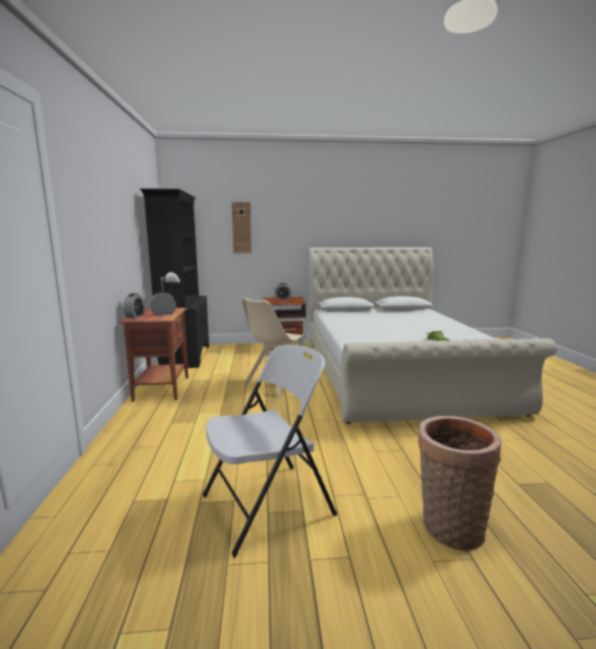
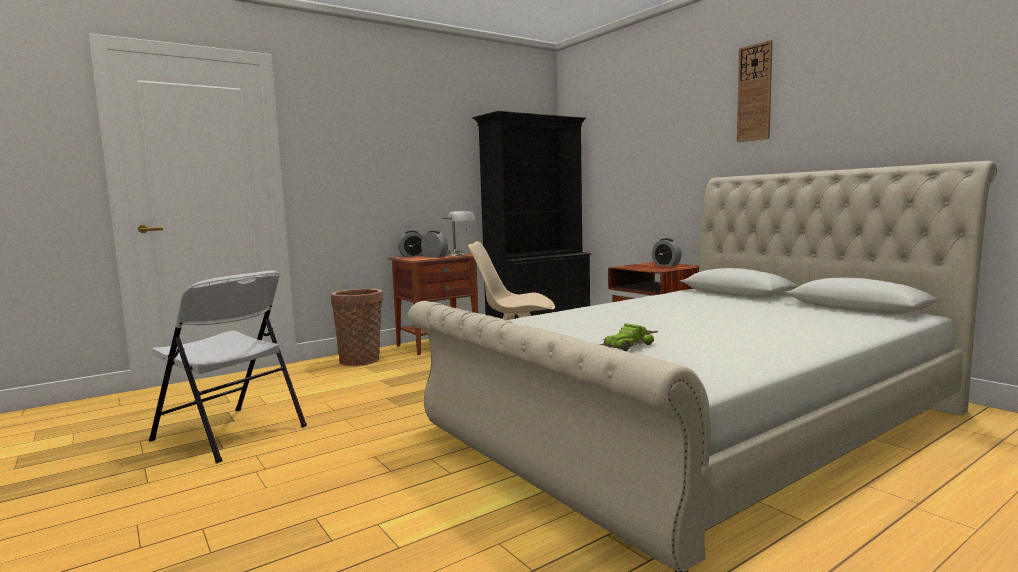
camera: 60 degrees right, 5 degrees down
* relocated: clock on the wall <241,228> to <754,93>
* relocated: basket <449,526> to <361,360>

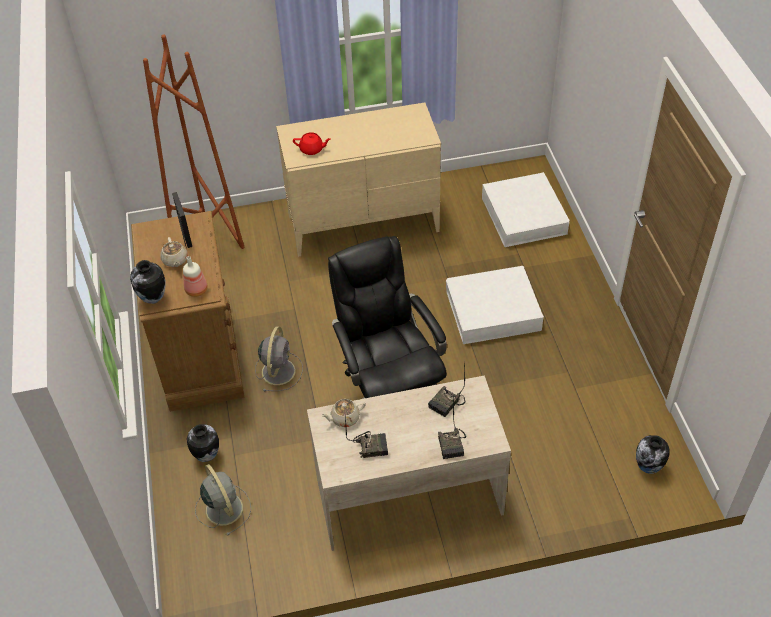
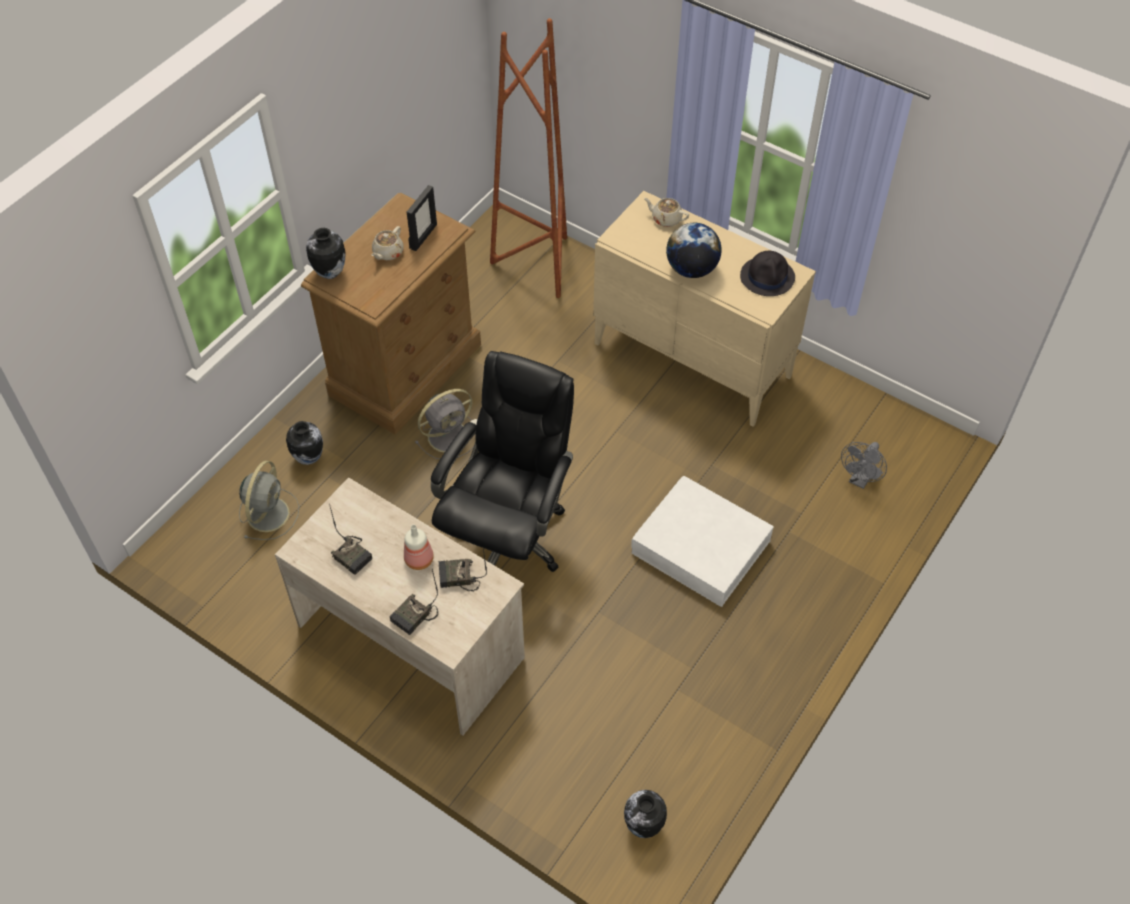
camera: 45 degrees right, 5 degrees up
* missing: tea pot (red) <312,149>
* appeared: world globe <691,269>
* appeared: hat (black) <767,277>
* relocated: bottle <196,289> to <420,559>
* relocated: tea pot (beige-coloured) <344,418> to <666,219>
* exchanged: storage bin (white) <524,215> to cooling fan (grey) <860,480>

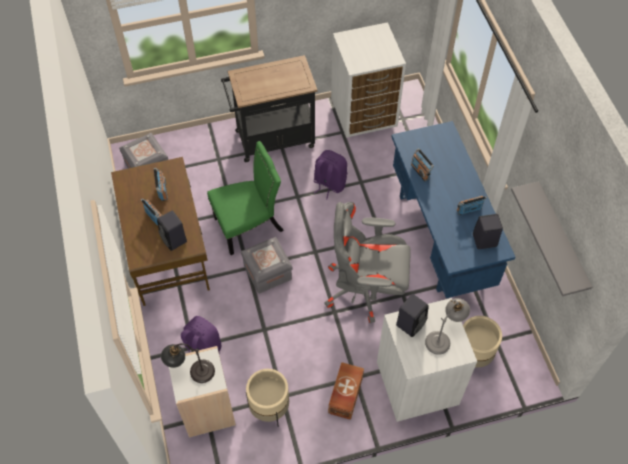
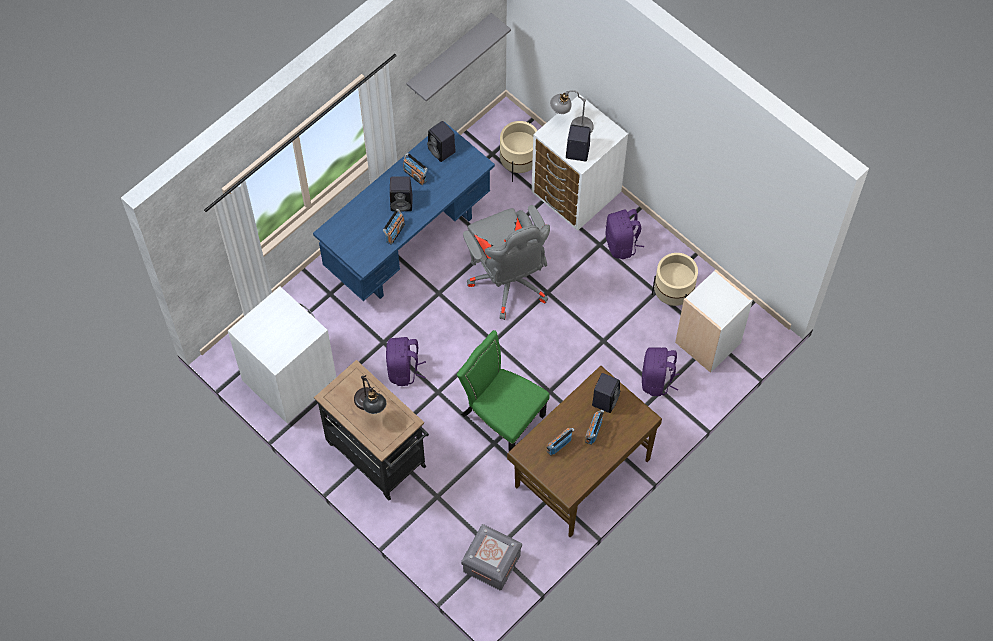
camera: 120 degrees left, 5 degrees up
* missing: storage bin (grey) <267,272>
* appeared: loudspeaker (black) <402,202>
* relocated: table lamp (grey) <191,371> to <371,407>
* exchanged: storage bin (brown-coloured) <344,395> to knapsack (purple-coloured) <621,244>

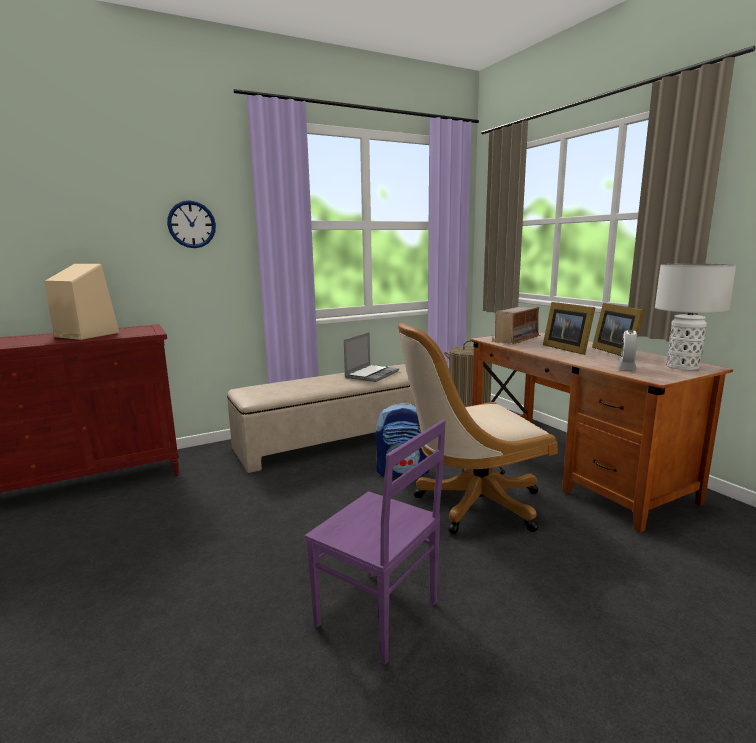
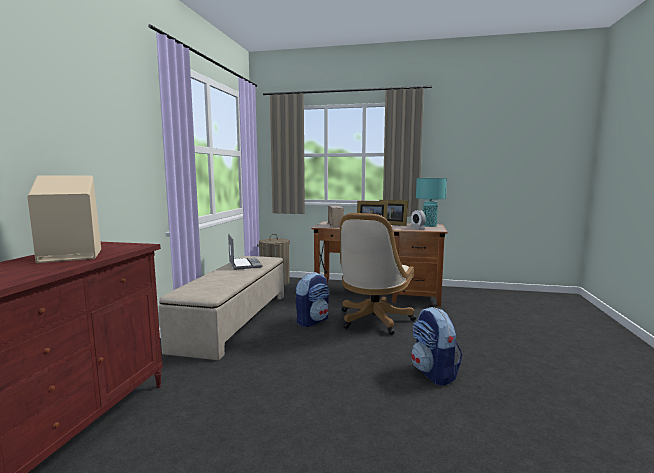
camera: 50 degrees left, 5 degrees down
* missing: clock on the wall <191,224>
* exchanged: upright chair (purple-coloured) <377,615> to knapsack <434,373>
* colour: table lamp (white) <683,366> to table lamp (turquoise) <429,225>

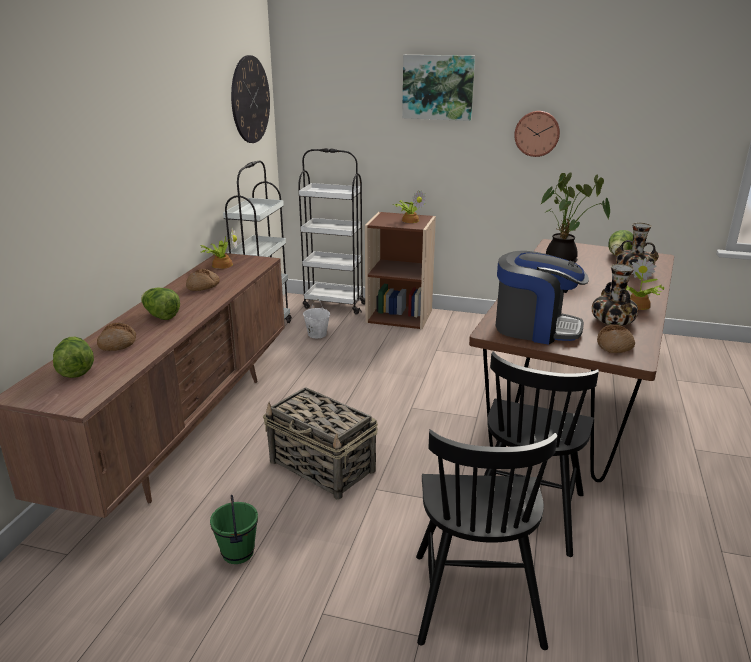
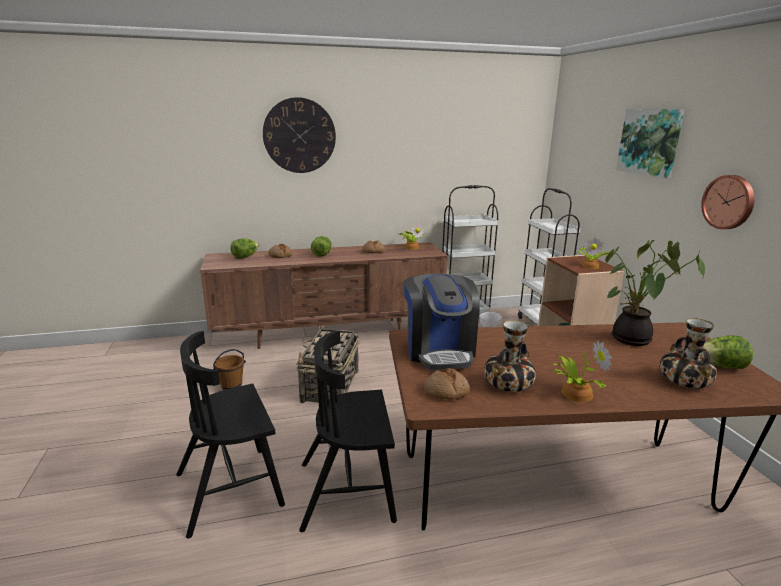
camera: 60 degrees right, 5 degrees down
* relocated: clock on the wall <250,100> to <299,136>
* colour: water bucket (green-coloured) <237,553> to water bucket (brown-coloured) <231,386>

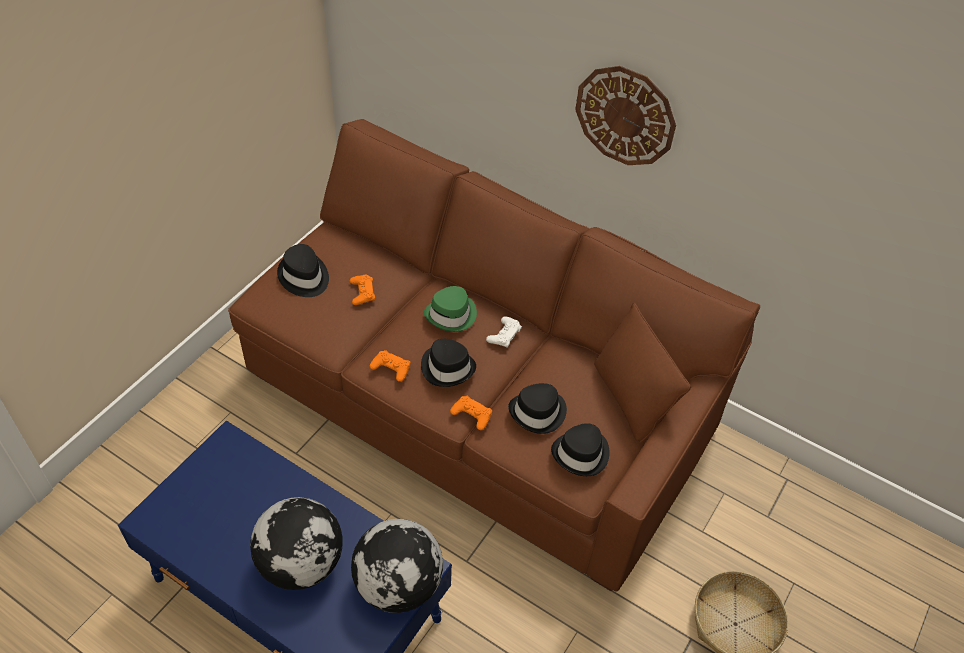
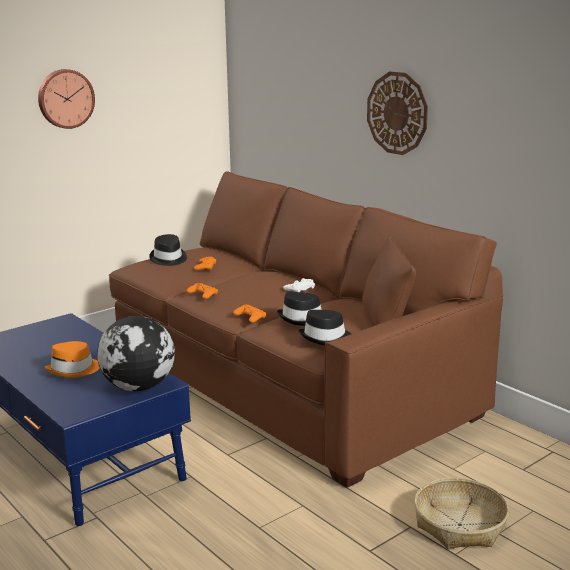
camera: 20 degrees right, 30 degrees down
* missing: hat (black) <447,367>
* missing: hat (green-coloured) <451,315>
* appeared: clock on the wall <65,98>
* exchanged: world globe <302,562> to hat (orange-coloured) <74,370>

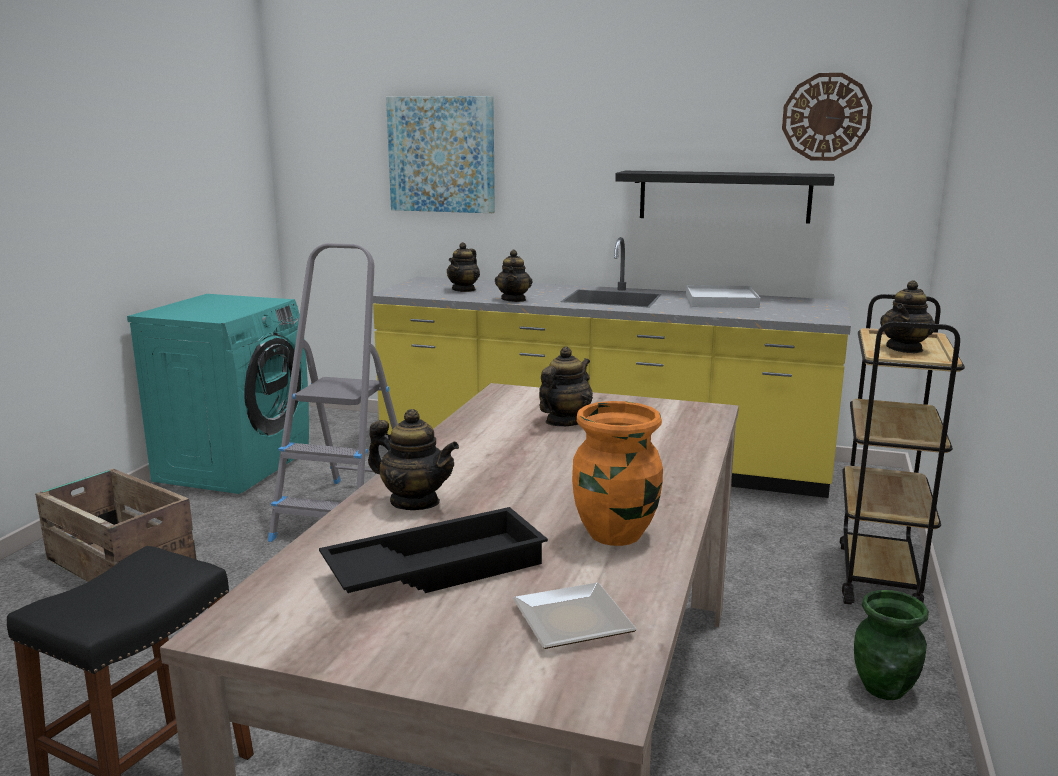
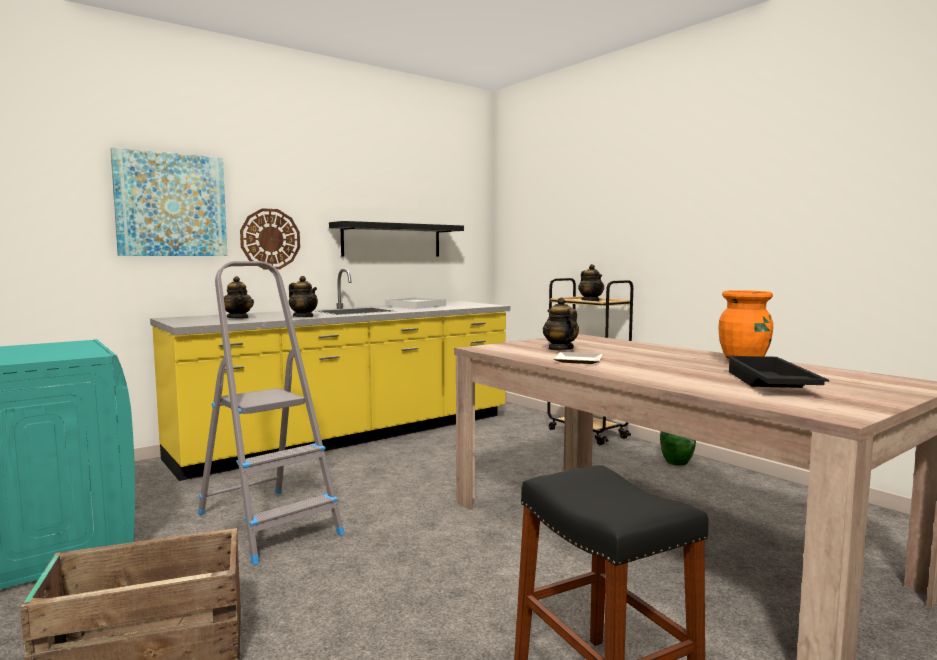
camera: 55 degrees left, 10 degrees down
* missing: tea pot <414,502>
* relocated: flat dish <568,620> to <576,361>
* relocated: clock on the wall <826,117> to <270,239>

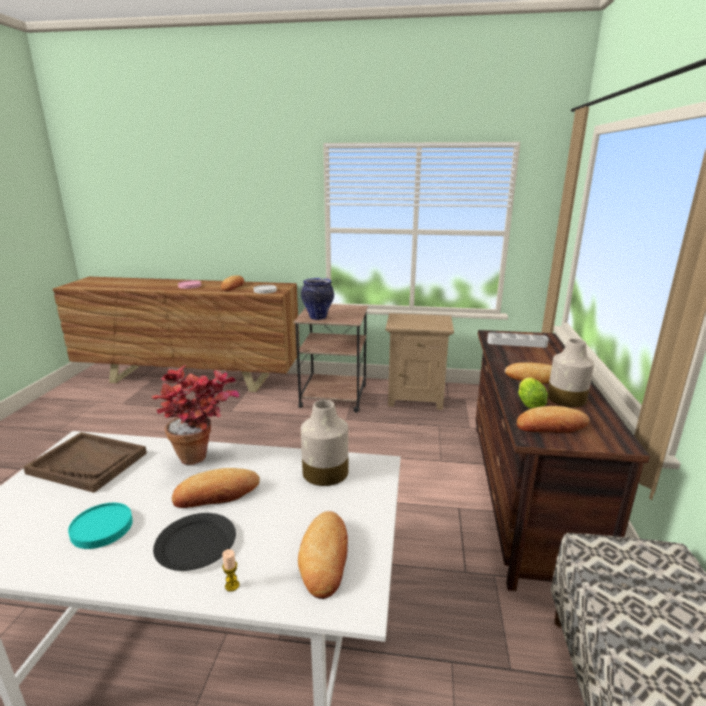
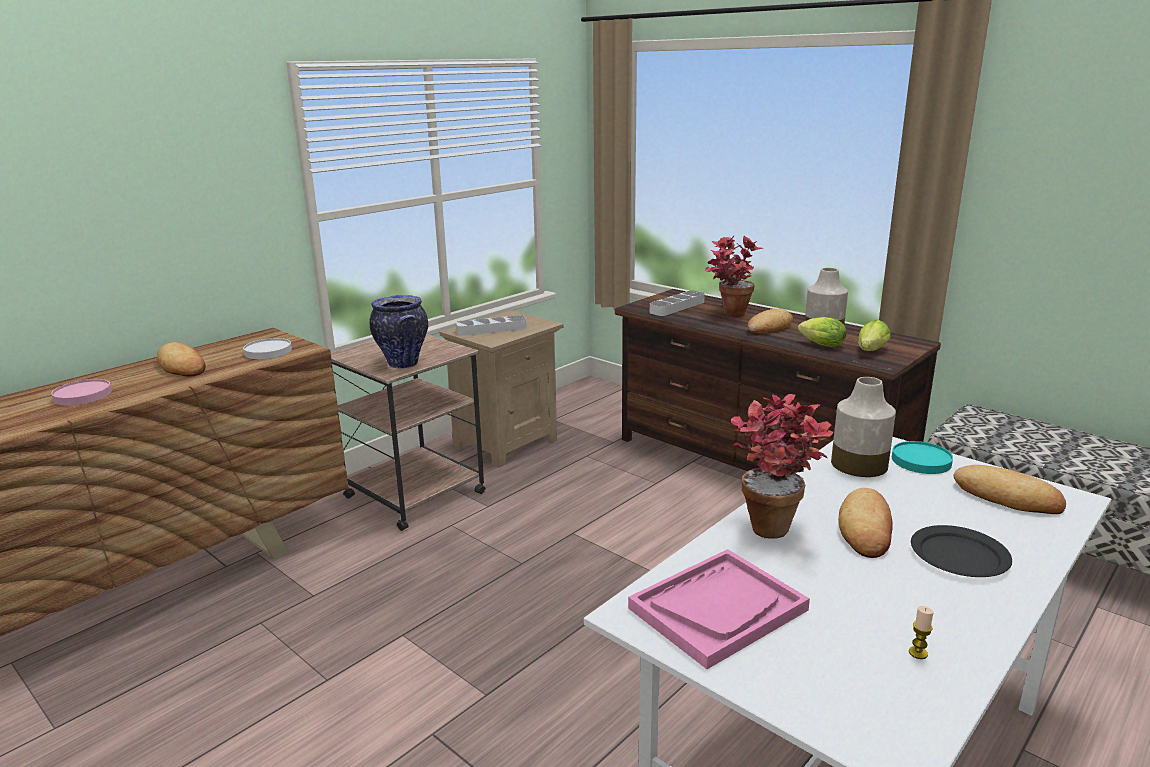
camera: 55 degrees left, 0 degrees up
* appeared: serving tray (grey) <491,329>
* appeared: potted plant <728,315>
* relocated: flat dish (turquoise) <102,527> to <920,460>
* relocated: wax light <232,585> to <918,653>
* exchanged: baked bread <551,426> to lettuce <870,352>
* colour: serving tray (brown-coloured) <88,463> to serving tray (pinkish) <718,609>

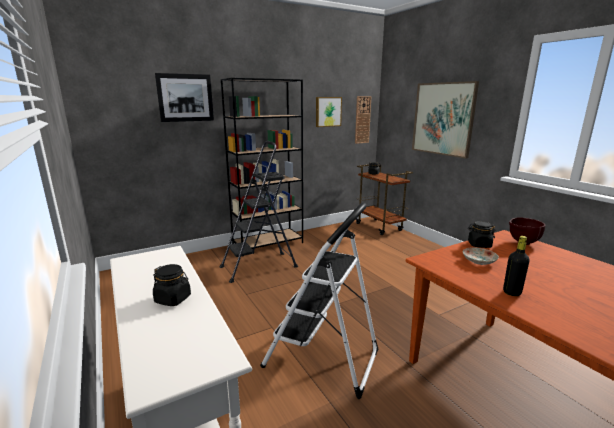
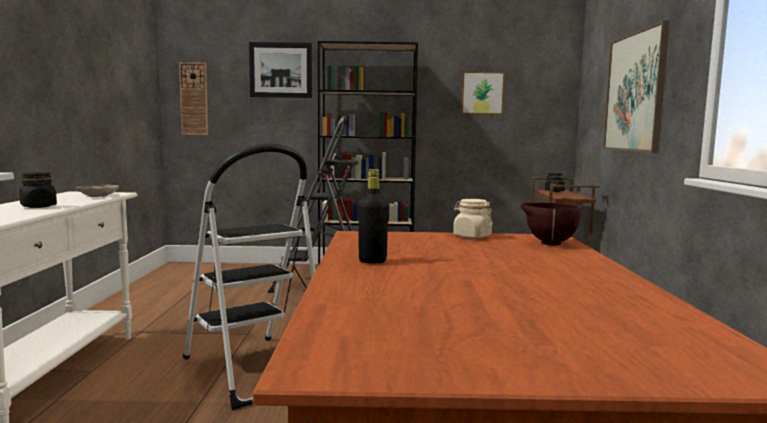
camera: 30 degrees right, 10 degrees down
* relocated: clock on the wall <362,120> to <194,99>
* relocated: flat dish <478,261> to <98,196>
* colour: storage jar (black) <479,245> to storage jar (beige-coloured) <472,236>

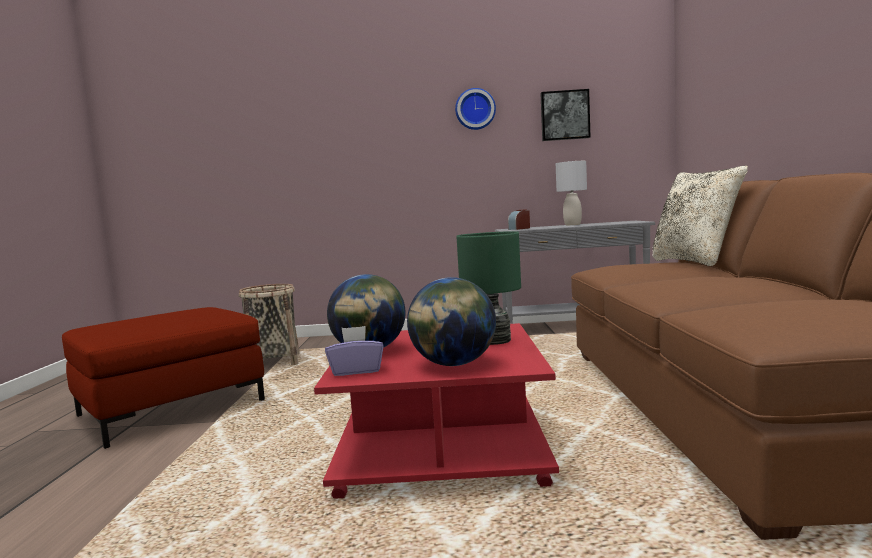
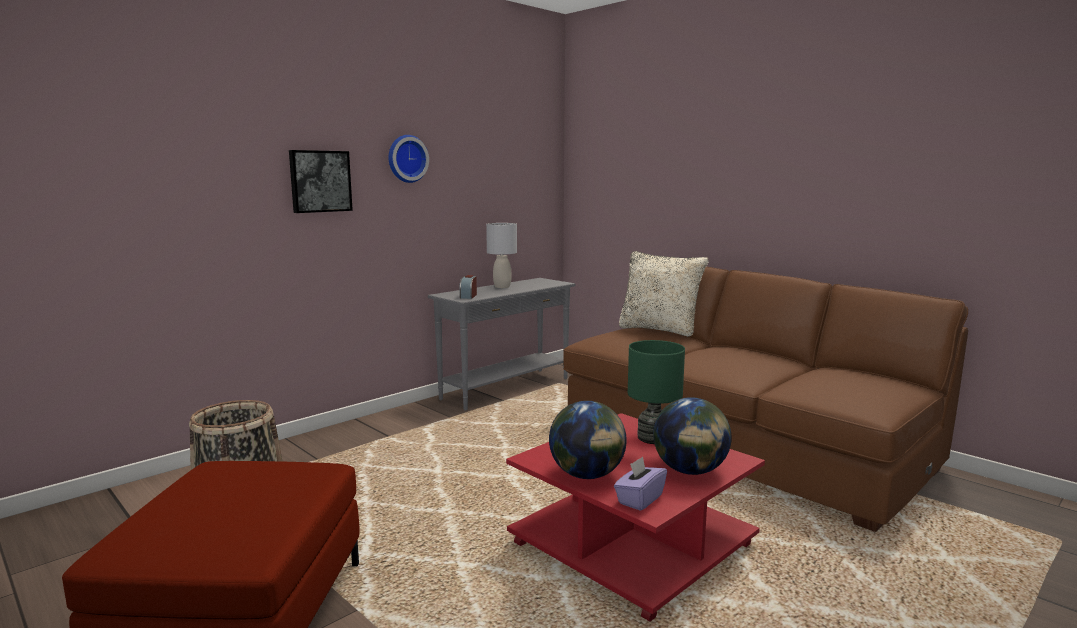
camera: 45 degrees left, 5 degrees up
* relocated: wall picture <564,115> to <320,181>

